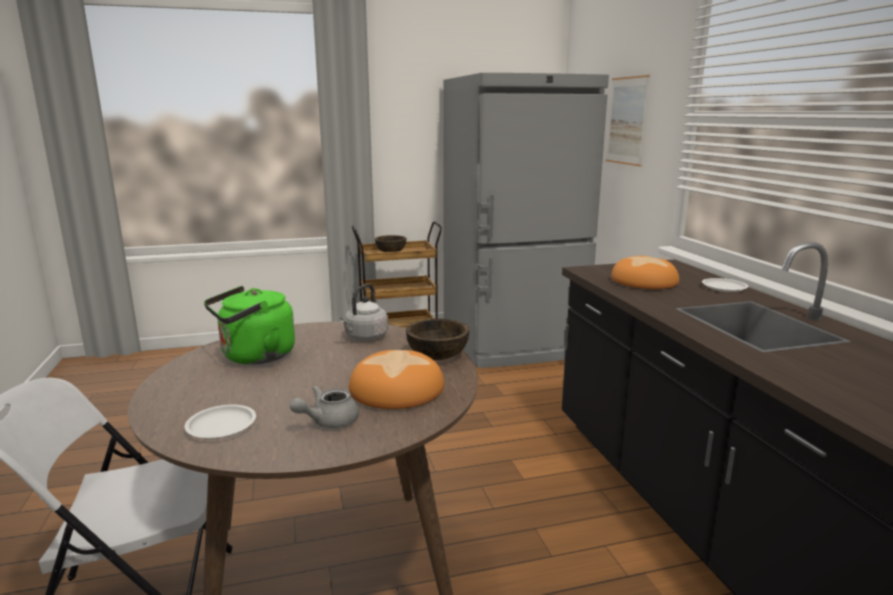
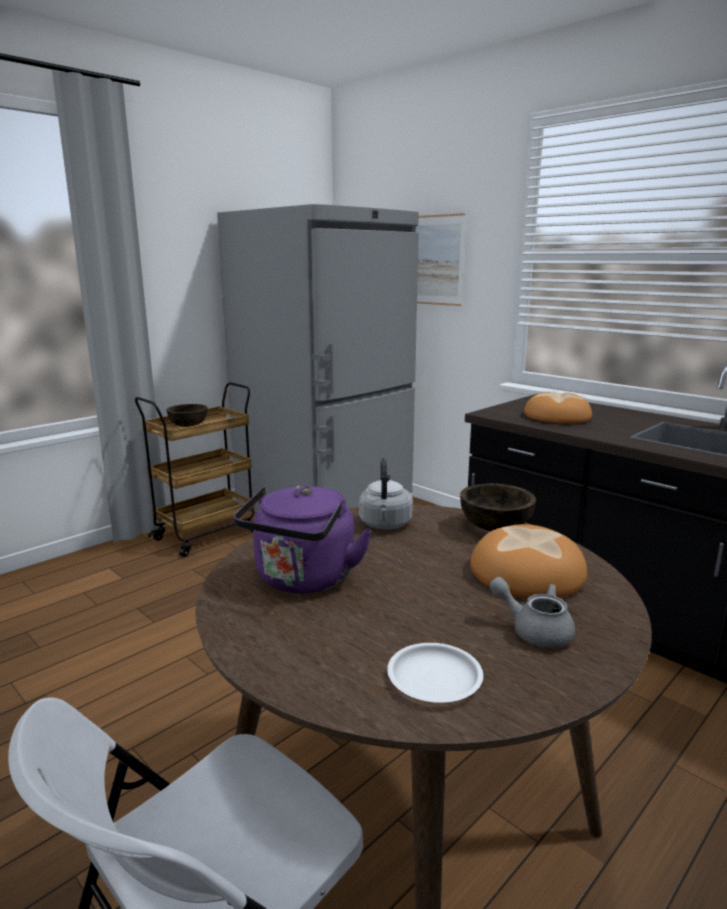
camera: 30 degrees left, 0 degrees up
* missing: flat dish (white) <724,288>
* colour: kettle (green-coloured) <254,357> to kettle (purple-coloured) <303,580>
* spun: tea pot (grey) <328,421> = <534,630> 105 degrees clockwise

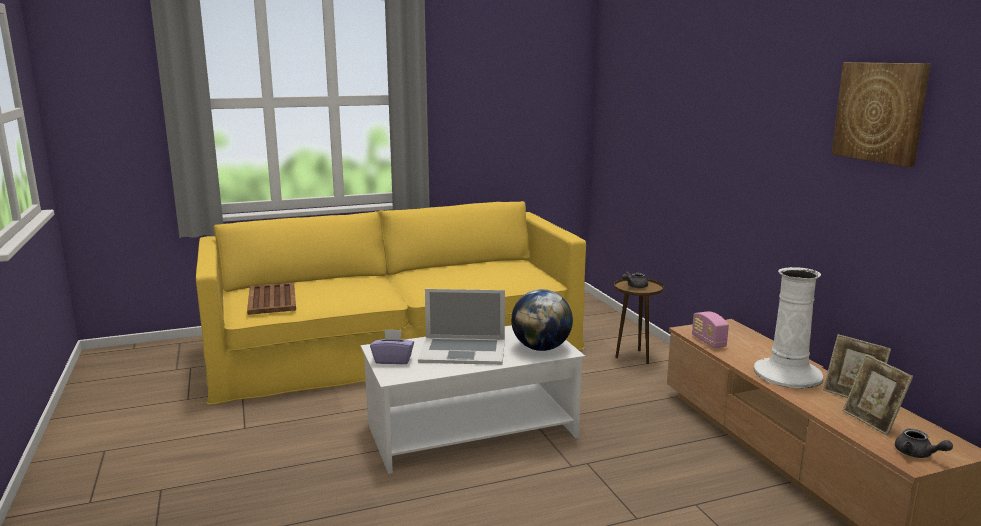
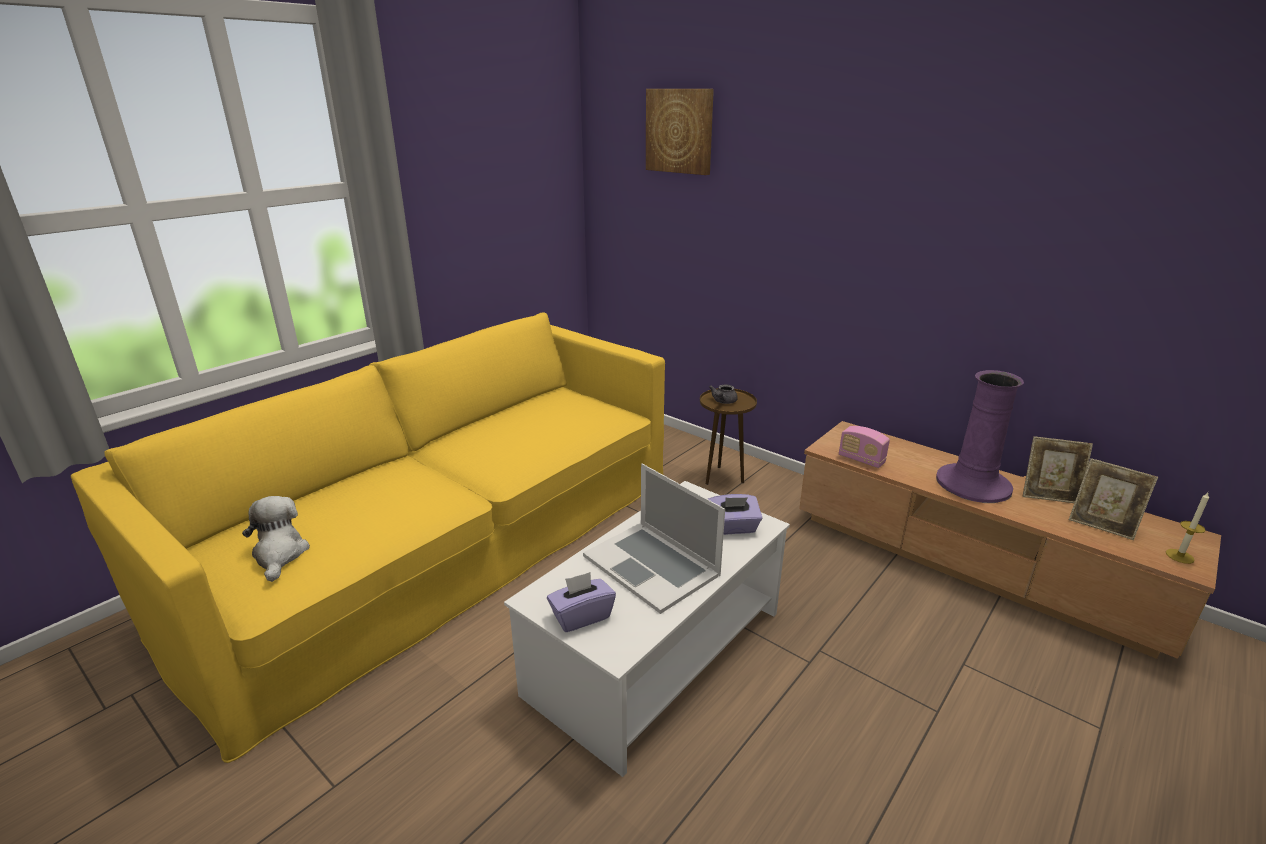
camera: 30 degrees left, 10 degrees up
* relocated: wall picture <880,112> to <679,131>
* exchanged: serving tray (brown-coloured) <272,299> to soft toy <279,554>
* exchanged: world globe <541,348> to box of tissues (purple-coloured) <733,527>
* exchanged: tea pot (grey) <917,454> to wax light <1179,556>
* colour: vase (white) <788,374> to vase (purple-coloured) <974,484>
* spun: notebook computer <463,351> = <651,565> 75 degrees clockwise

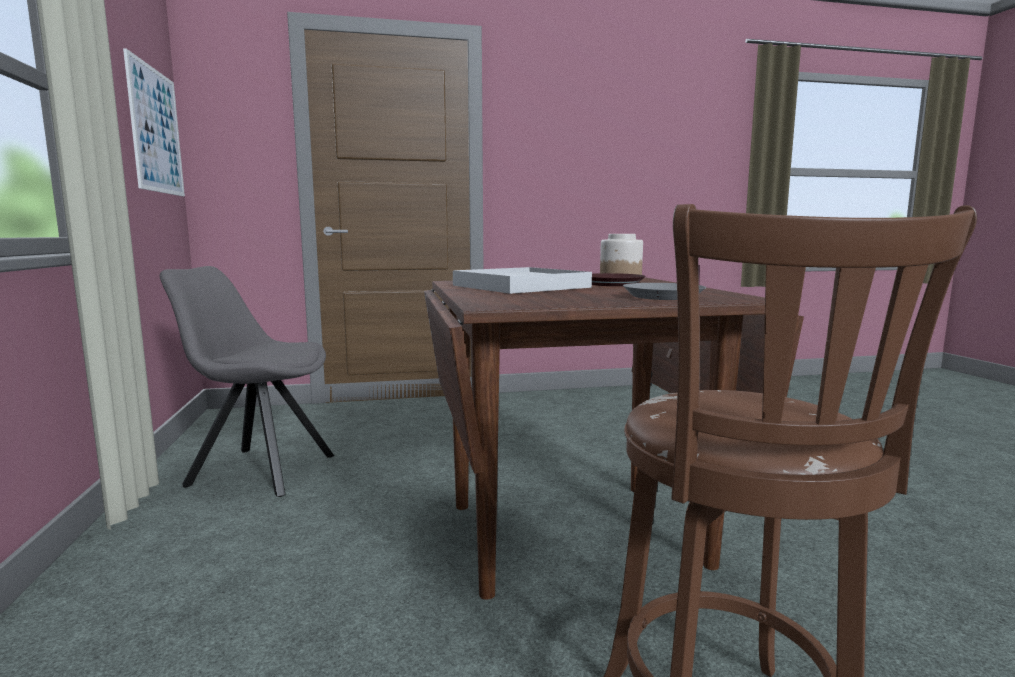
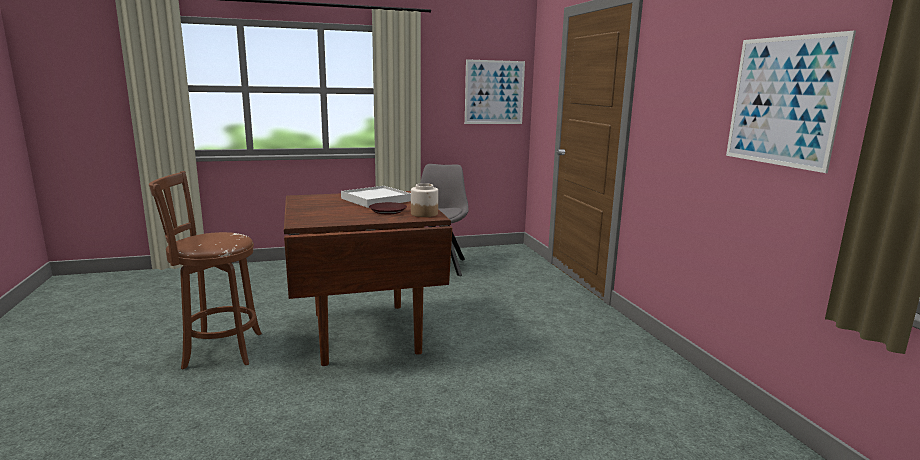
camera: 85 degrees right, 5 degrees up
* missing: flat dish (grey) <662,297>
* appeared: wall picture <783,101>

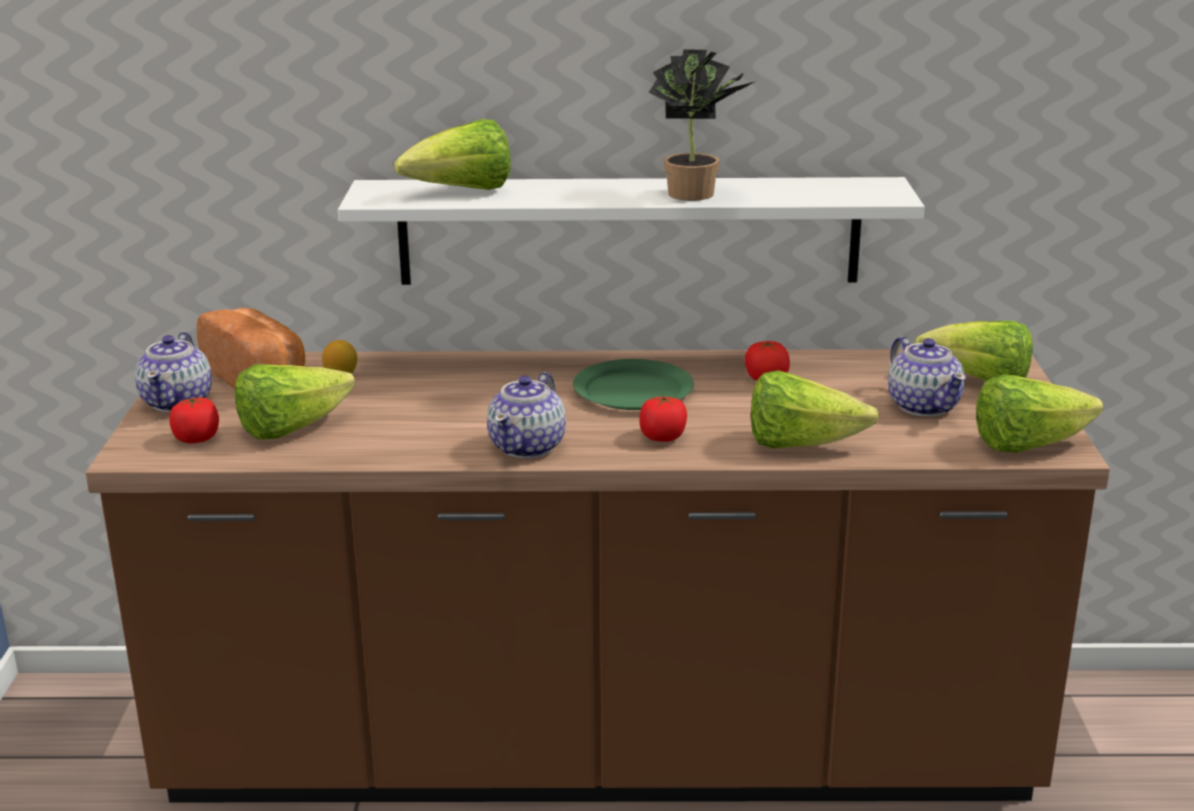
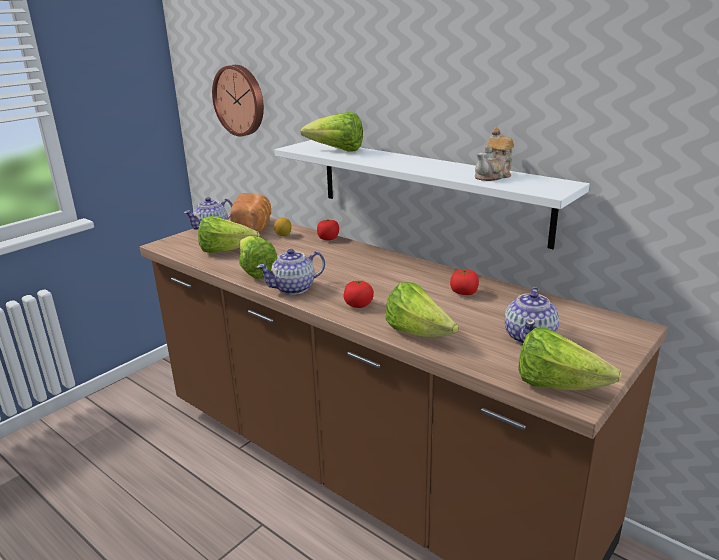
camera: 40 degrees right, 0 degrees up
* missing: flat dish (green-coloured) <634,391>
* missing: potted plant <697,195>
* appeared: clock on the wall <240,100>
* appeared: tea pot <494,176>
* relocated: fresh tomato <197,439> to <328,238>
* relocated: lettuce <979,383> to <256,272>

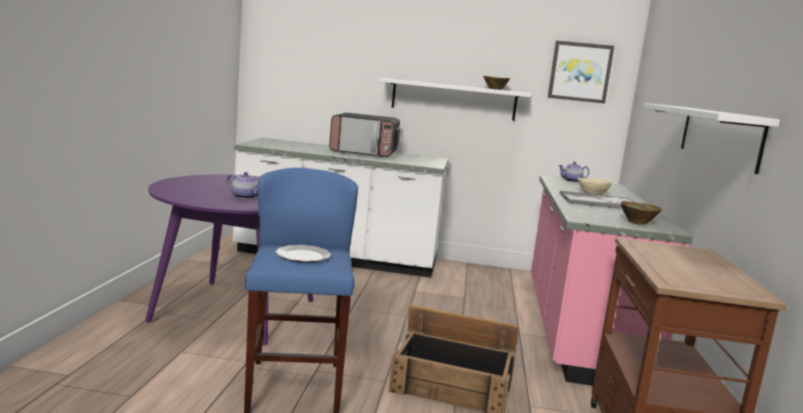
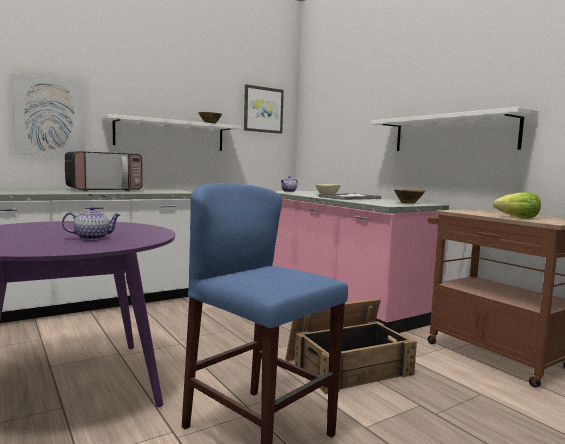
camera: 40 degrees left, 5 degrees down
* missing: flat dish <303,256>
* appeared: wall picture <49,117>
* appeared: lettuce <518,217>

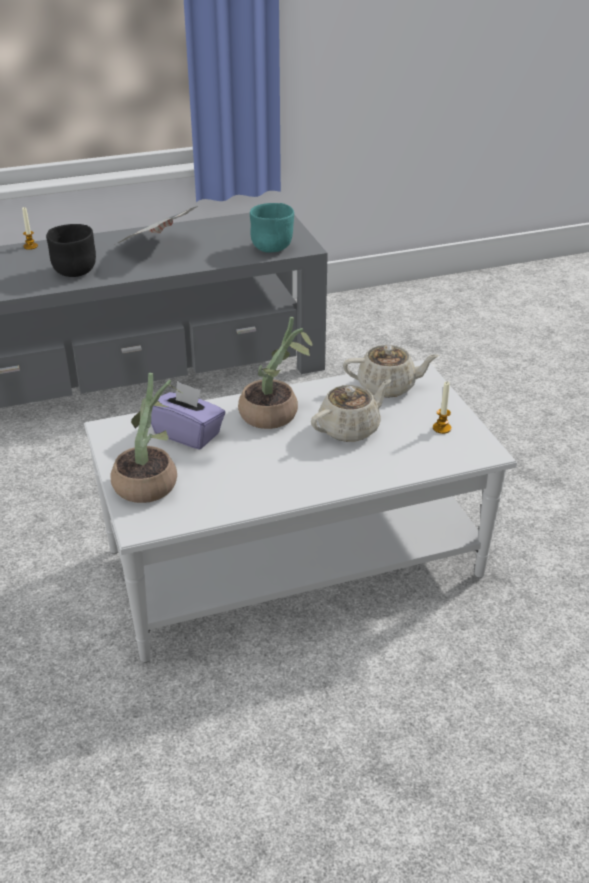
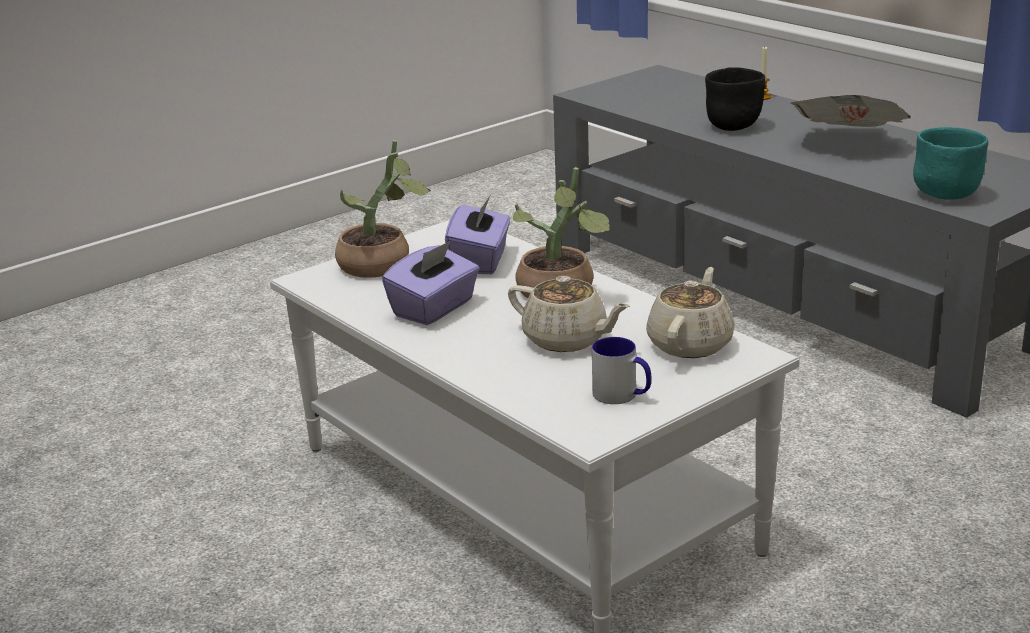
camera: 70 degrees right, 10 degrees down
* appeared: box of tissues (purple-coloured) <434,309>
* exchanged: wax light <441,428> to tea mug <622,395>
* spun: tea pot (beige-coloured) <388,387> = <690,344> 135 degrees counterclockwise

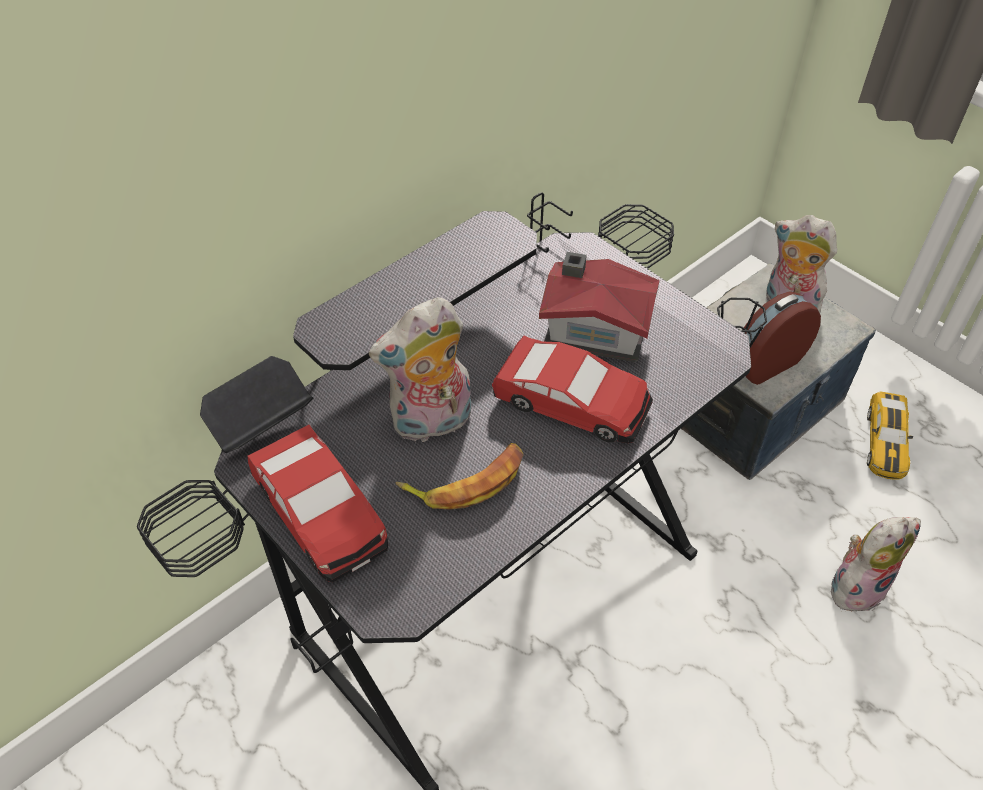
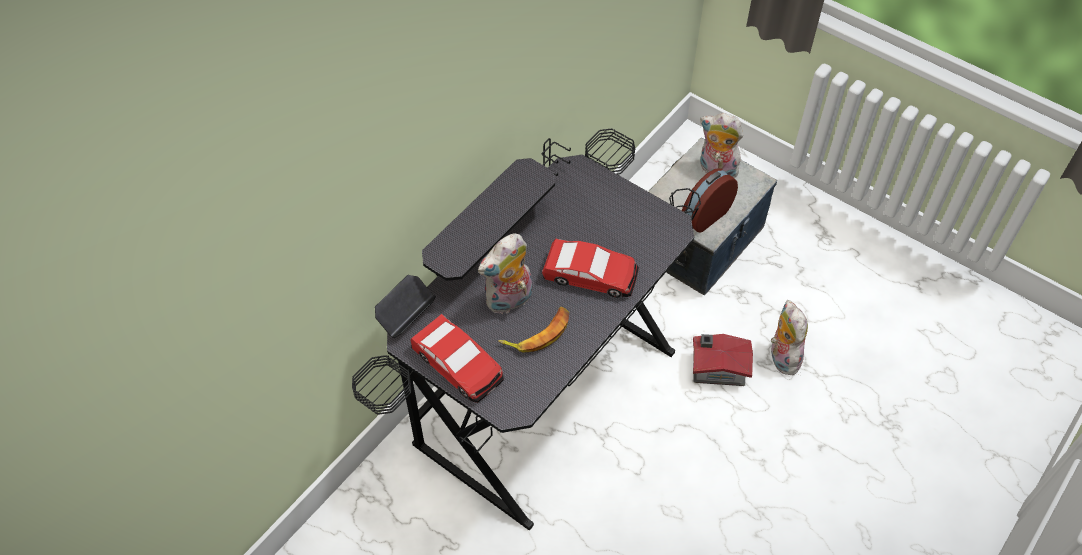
camera: 10 degrees left, 5 degrees up
* missing: model car <885,442>
* relocated: miniature house <593,329> to <717,368>
* spun: soft toy <857,585> = <781,357> 60 degrees counterclockwise

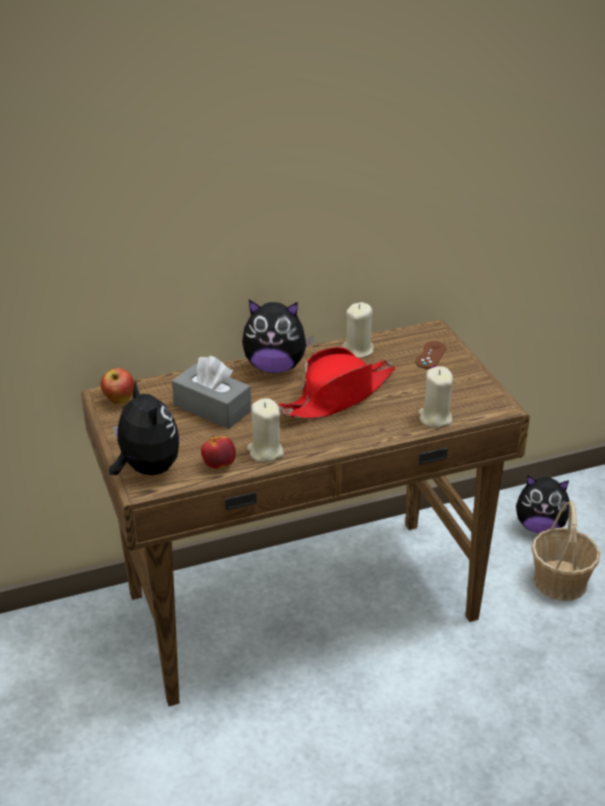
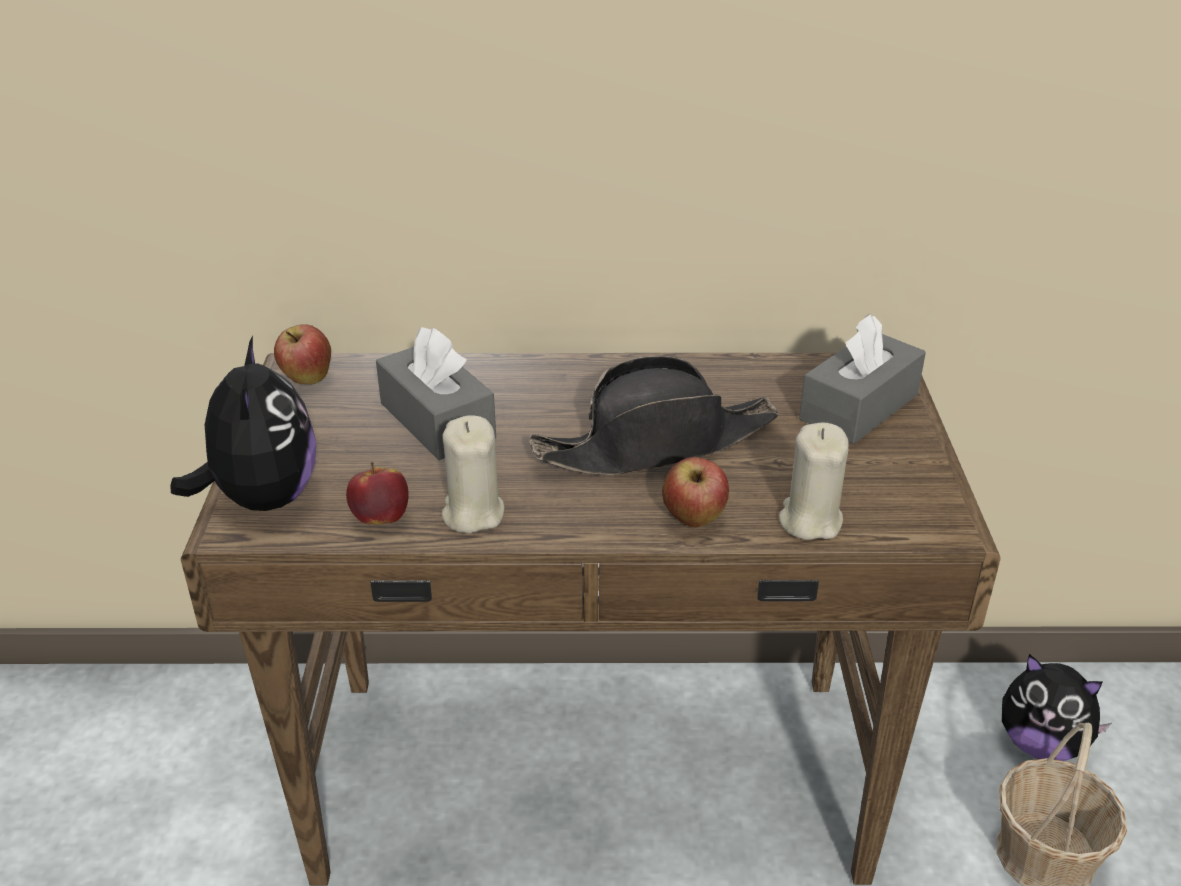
camera: 20 degrees right, 0 degrees up
* missing: soft toy <275,367>
* missing: wax light (beige-coloured) <358,350>
* appeared: apple fruit <693,520>
* exchanged: game controller (brown-coloured) <430,355> to box of tissues (grey) <859,407>
* colour: hat (red) <338,396> to hat (black) <657,444>

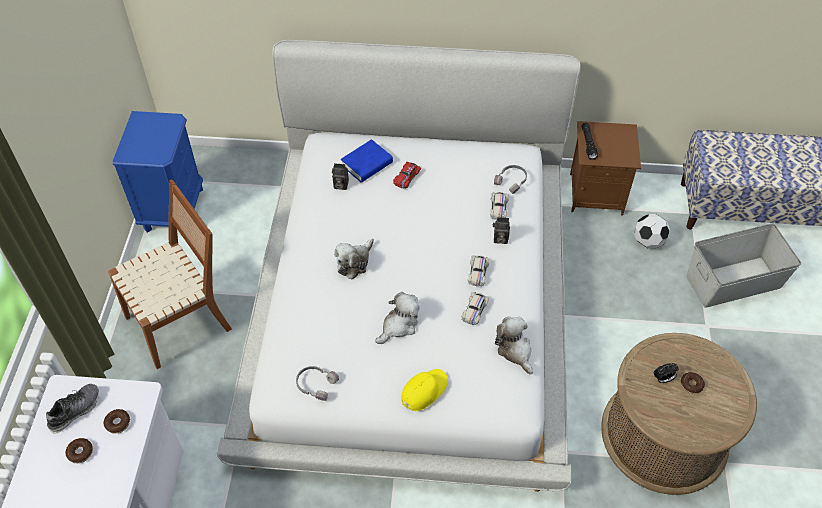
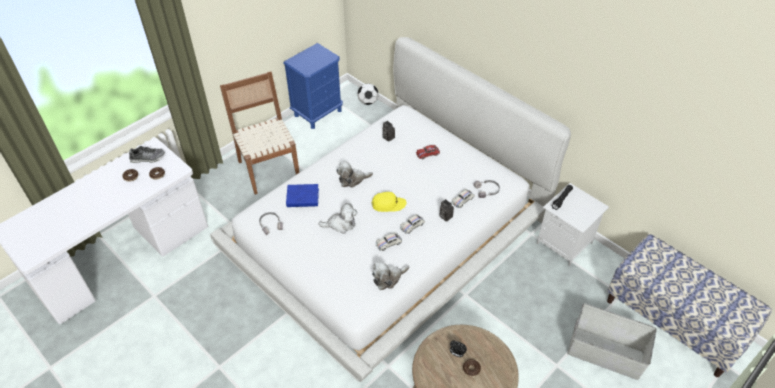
camera: 40 degrees right, 5 degrees down
* relocated: volume (blue) <367,164> to <302,198>
* relocated: cap (yellow) <424,390> to <388,204>
* relocated: ball for football <648,242> to <368,102>
* colour: night table (brown-coloured) <597,193> to night table (grey) <566,243>
* spun: upright chair <183,320> = <268,168> 120 degrees counterclockwise
* spun: soft toy <515,350> = <388,278> 135 degrees counterclockwise

